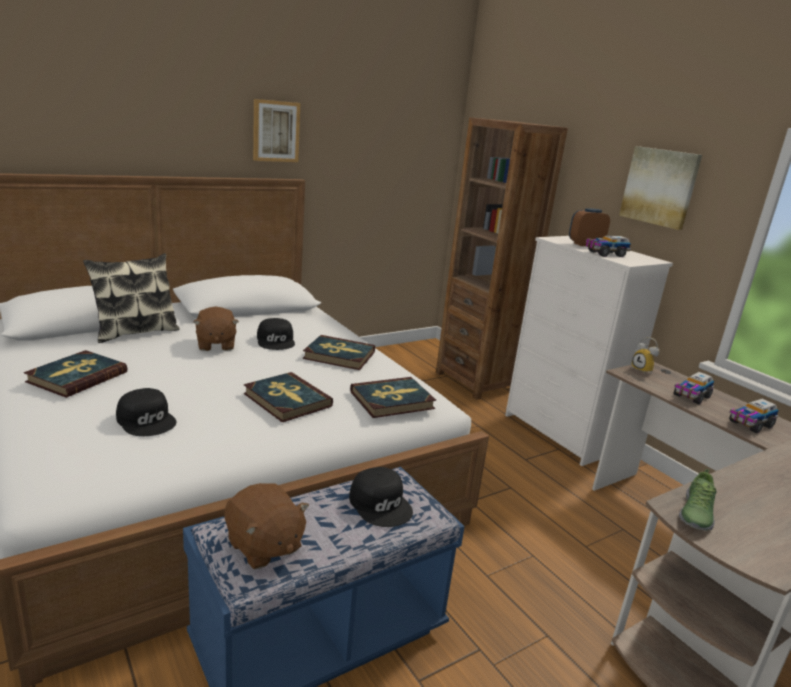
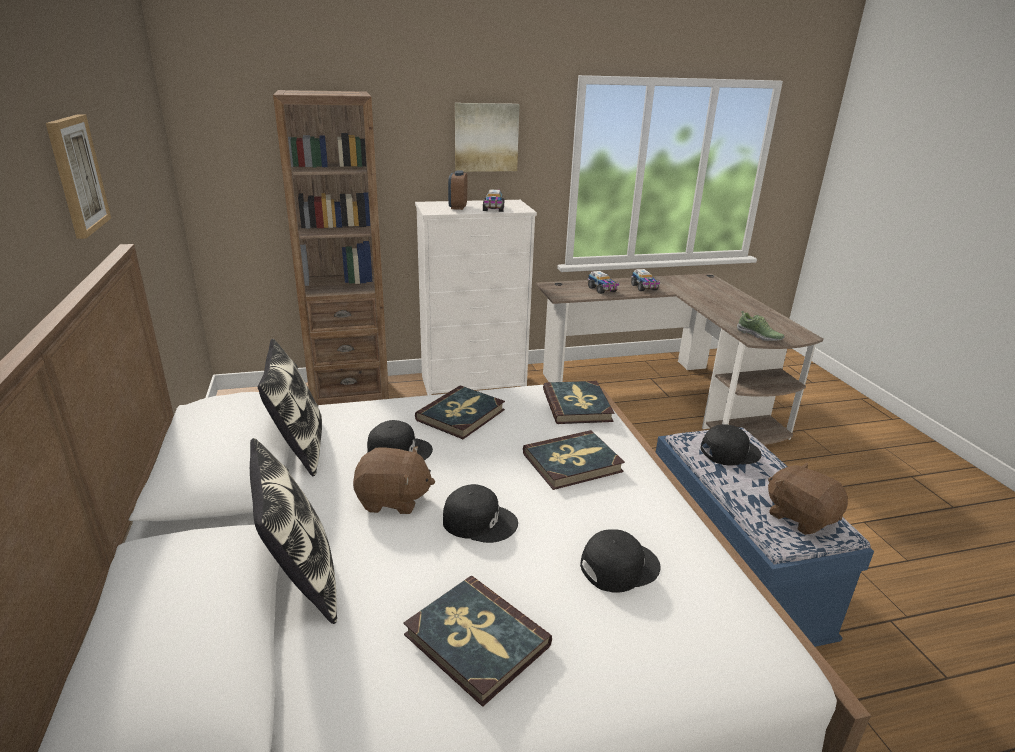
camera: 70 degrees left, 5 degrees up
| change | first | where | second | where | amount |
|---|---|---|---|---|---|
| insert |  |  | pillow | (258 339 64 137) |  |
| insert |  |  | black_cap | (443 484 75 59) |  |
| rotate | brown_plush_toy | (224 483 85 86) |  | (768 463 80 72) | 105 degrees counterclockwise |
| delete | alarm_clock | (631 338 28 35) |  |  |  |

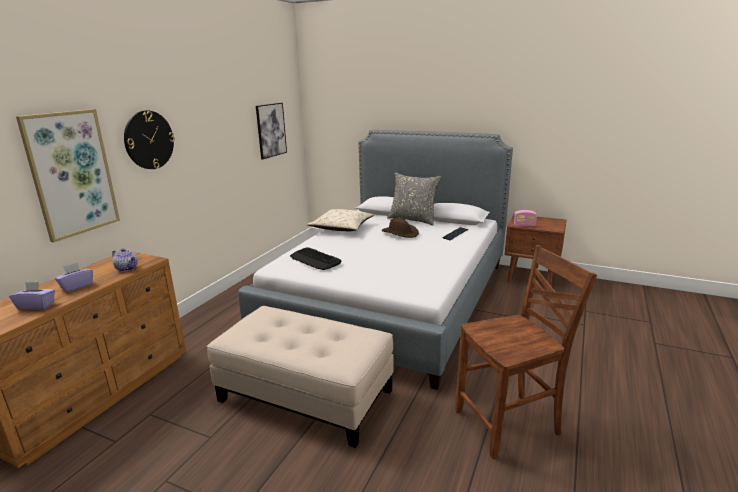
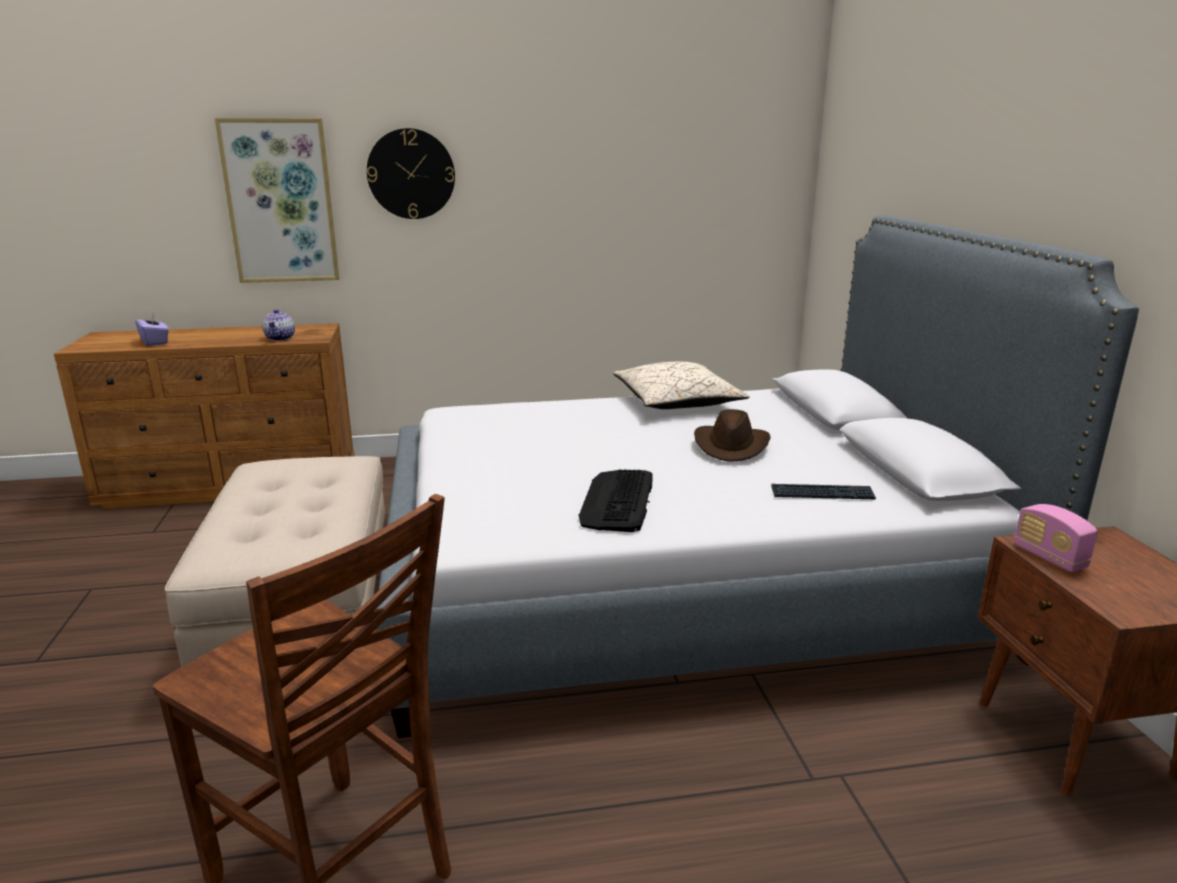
camera: 55 degrees right, 0 degrees up
| change | first | where | second | where | amount |
|---|---|---|---|---|---|
| move | keyboard | (290 247 51 23) |  | (578 469 75 63) |  |
| delete | purple_tissue_box | (55 262 38 30) |  |  |  |
| delete | picture | (256 103 31 56) |  |  |  |
| delete | grey_pillow | (387 172 54 54) |  |  |  |

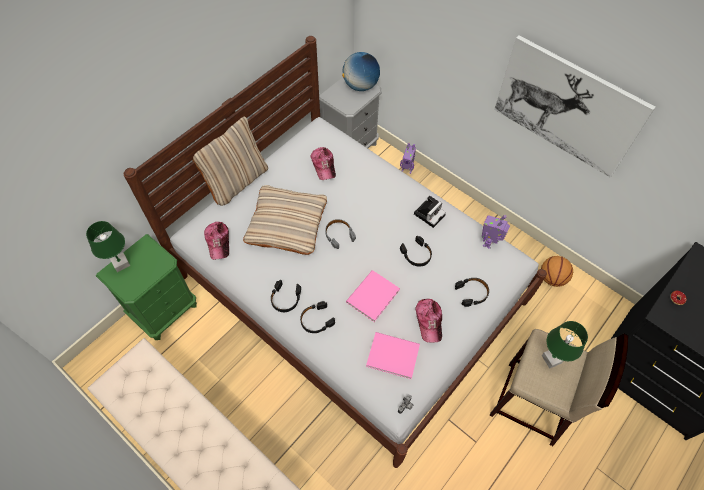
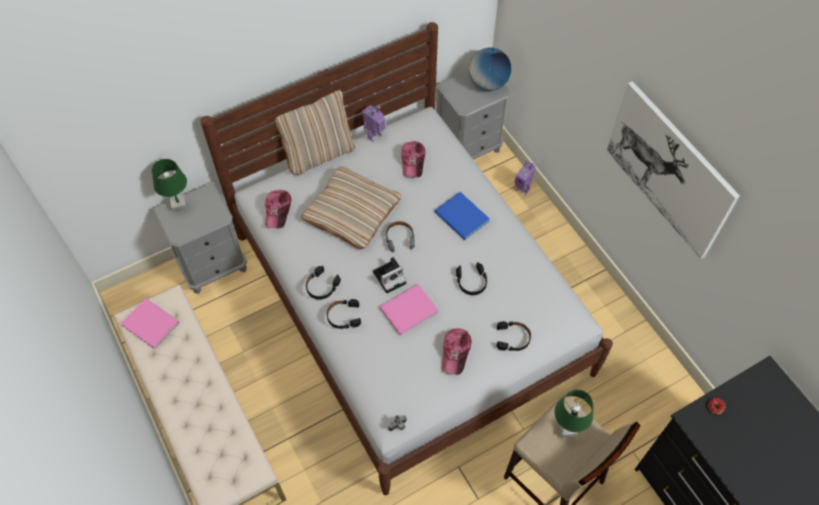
camera: 20 degrees right, 0 degrees up
| change | first | where | second | where | amount |
|---|---|---|---|---|---|
| move | pink_book | (366 332 54 47) |  | (121 298 58 51) |  |
| recolor | green_nightstand | (96 234 101 106) | grey_nightstand | (153 183 94 111) |  |
| move | toy_robot | (482 215 28 34) |  | (362 105 23 37) |  |
| move | photo_camera | (414 196 32 32) |  | (373 257 33 36) |  |
| insert |  |  | blue_book | (435 192 55 48) |  |
| delete | basketball | (541 256 32 31) |  |  |  |

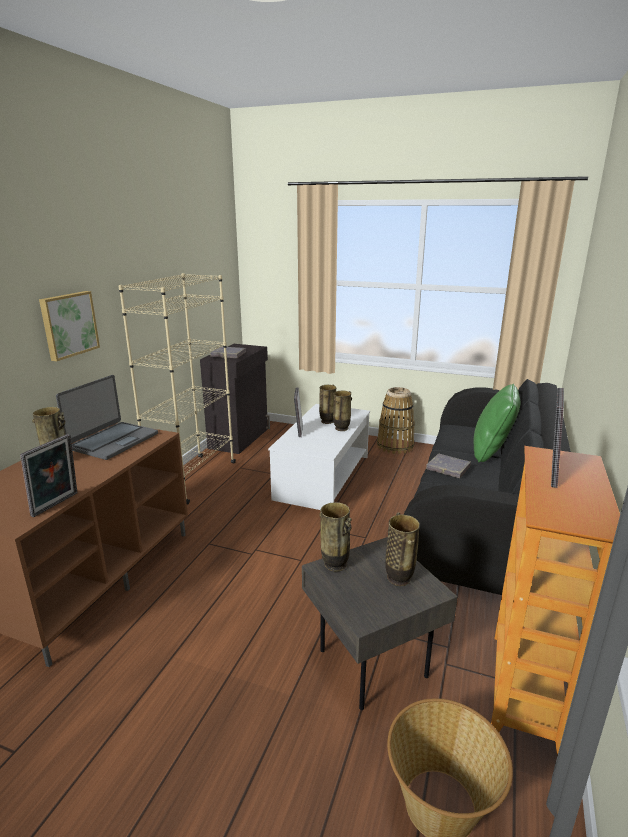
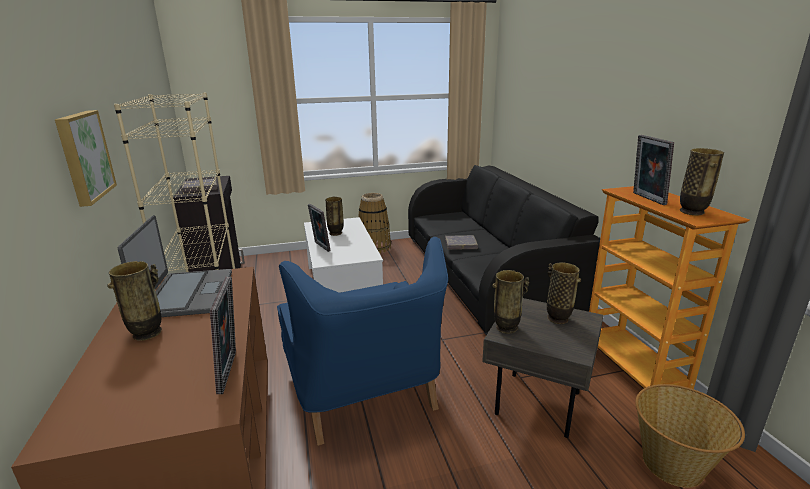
camera: 35 degrees left, 0 degrees up
| change | first | where | second | where | amount |
|---|---|---|---|---|---|
| insert |  |  | blue_armchair | (277 237 171 209) |  |
| move | vase | (333 391 19 40) |  | (680 148 44 68) |  |
| delete | green_pillow | (473 384 48 78) |  |  |  |

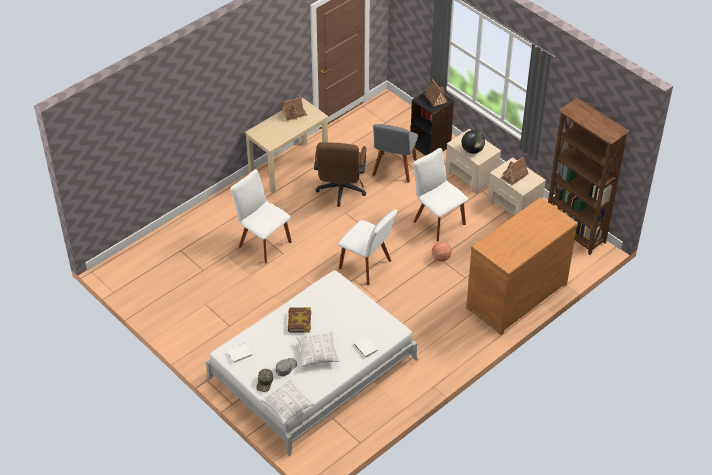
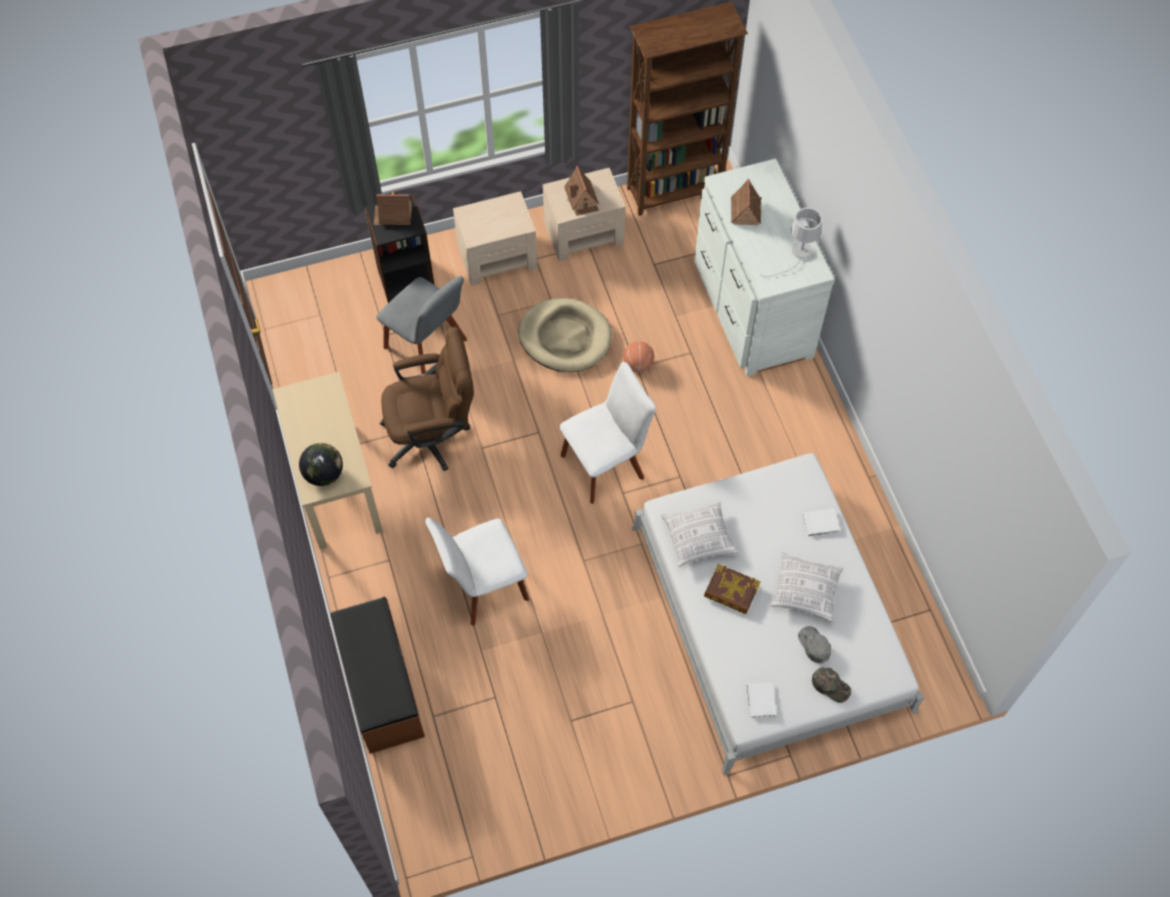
camera: 65 degrees left, 15 degrees up
| change | first | where | second | where | amount |
|---|---|---|---|---|---|
| move | globe | (462 130 23 24) |  | (299 443 44 43) |  |
| insert |  |  | brown_bench | (331 597 94 157) |  |
| rotate | brown_office_chair | (314 142 52 65) |  | (380 327 94 144) | 45 degrees counterclockwise |
| replace | white_chair | (413 148 55 94) | beige_dog_bed | (518 298 94 74) |  |
| move | pillow | (260 380 55 45) |  | (661 501 77 66) |  |
| recolor | brown_dresser | (466 197 112 138) | white_dresser | (694 159 141 217) |  |
| move | toy_house | (281 97 26 24) |  | (731 179 30 46) |  |
| insert |  |  | white_table_lamp | (760 207 63 70) |  |

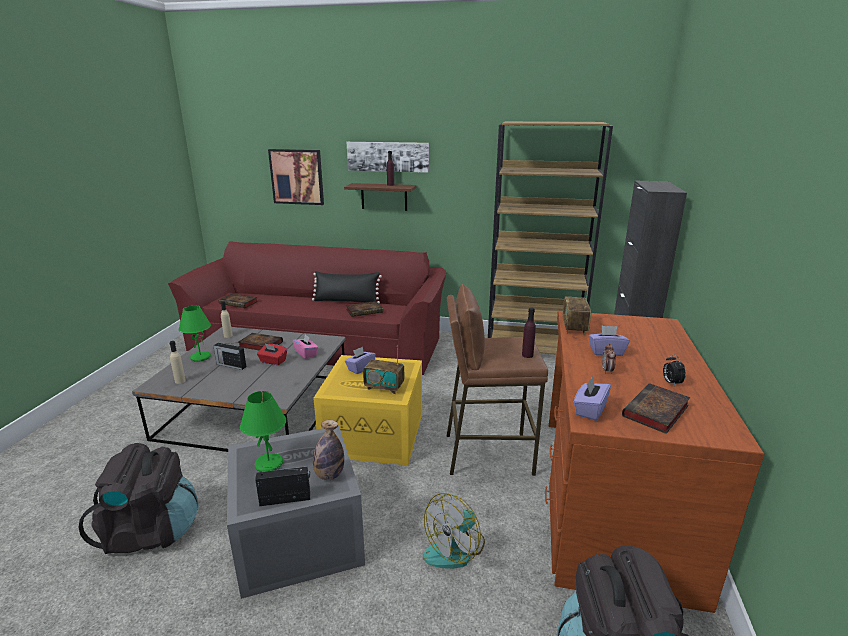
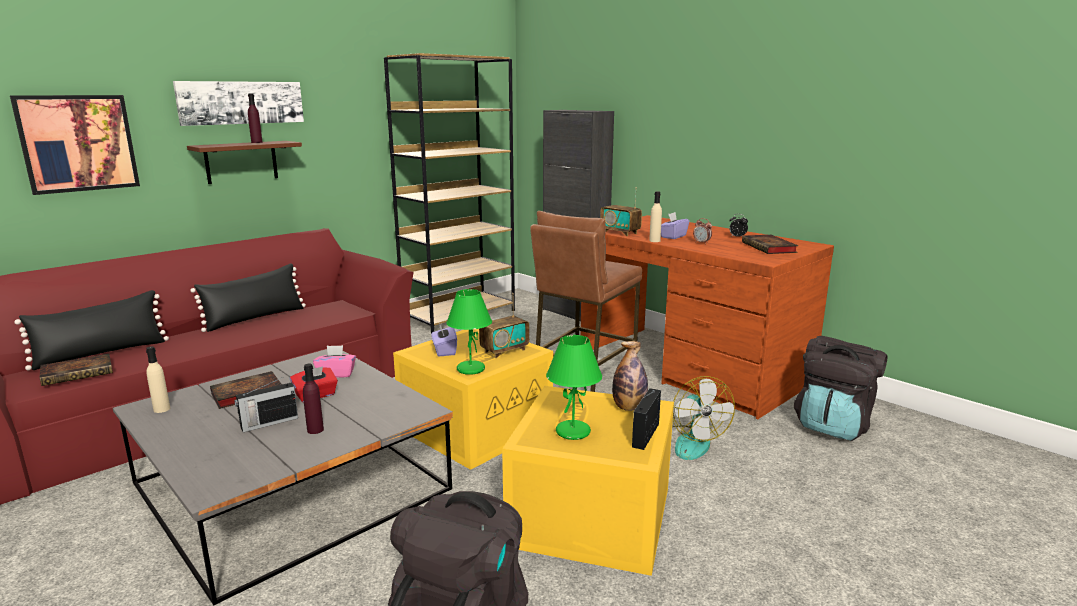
camera: 55 degrees left, 5 degrees down
| change | first | where | second | where | amount |
|---|---|---|---|---|---|
| insert |  |  | black_pillow | (14 290 155 80) |  |
| move | purple_bottle | (522 308 14 50) |  | (303 364 21 70) |  |
| move | green_table_lamp | (179 305 32 57) |  | (446 289 46 86) |  |
| recolor | grey_storage_box | (227 425 138 174) | yellow_storage_box | (502 386 172 190) |  |
| move | beige_bottle | (169 341 17 43) |  | (649 191 13 51) |  |
| delete | book | (346 301 37 16) |  |  |  |
| delete | purple_tissue_box | (573 376 38 45) |  |  |  |

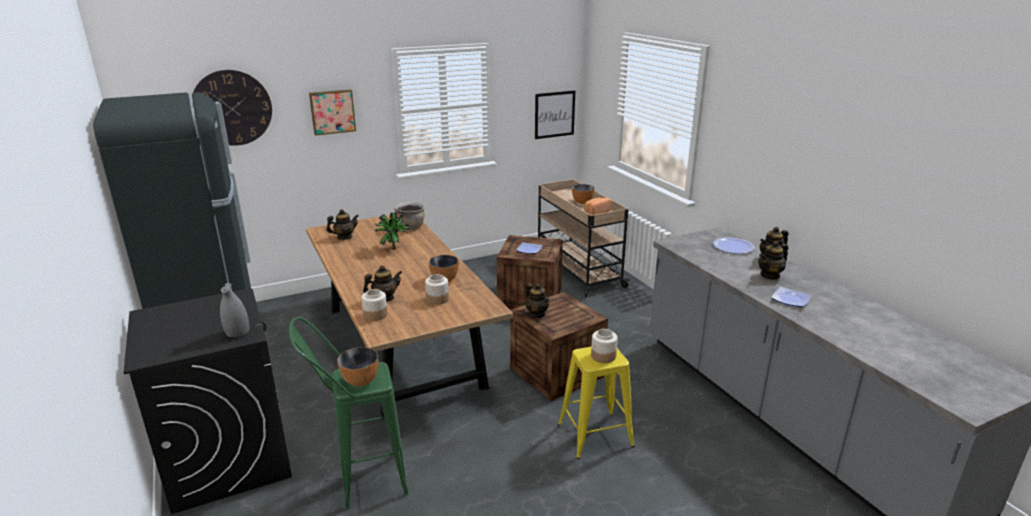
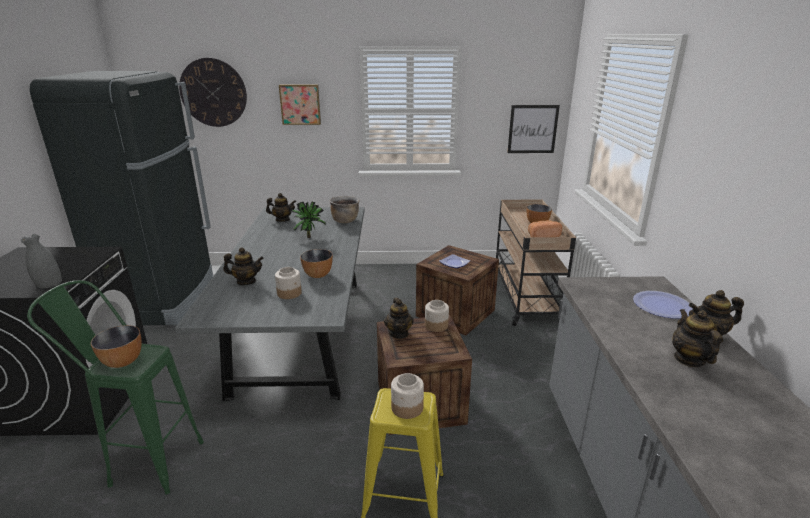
camera: 25 degrees right, 0 degrees up
| change | first | where | second | where | amount |
|---|---|---|---|---|---|
| recolor | brown_dining_table | (306 215 207 204) | grey_dining_table | (175 207 190 194) |  |
| move | jar | (362 289 26 32) |  | (425 300 24 32) |  |
| rotate | teapot | (758 241 30 39) |  | (672 309 50 58) | 90 degrees clockwise |
| delete | plate | (771 287 40 20) |  |  |  |

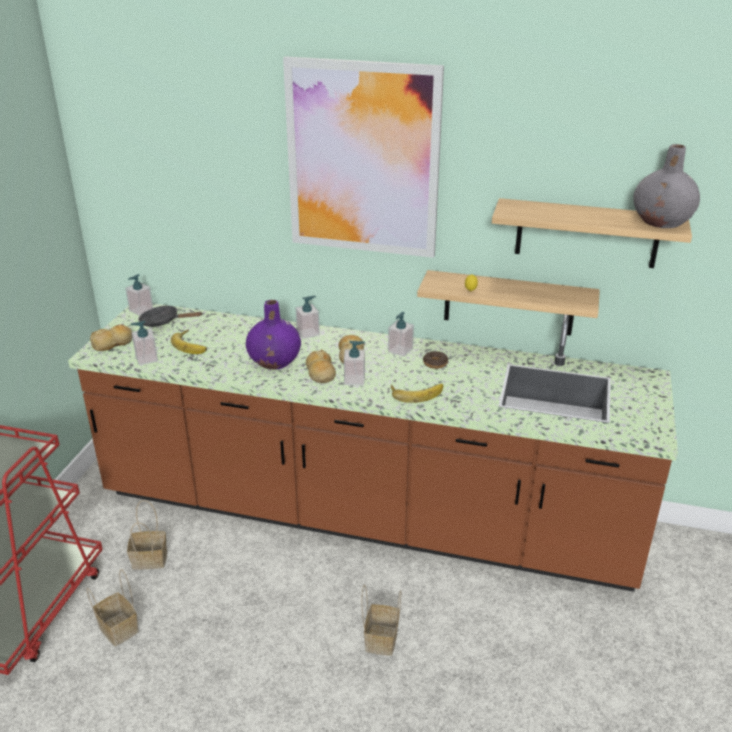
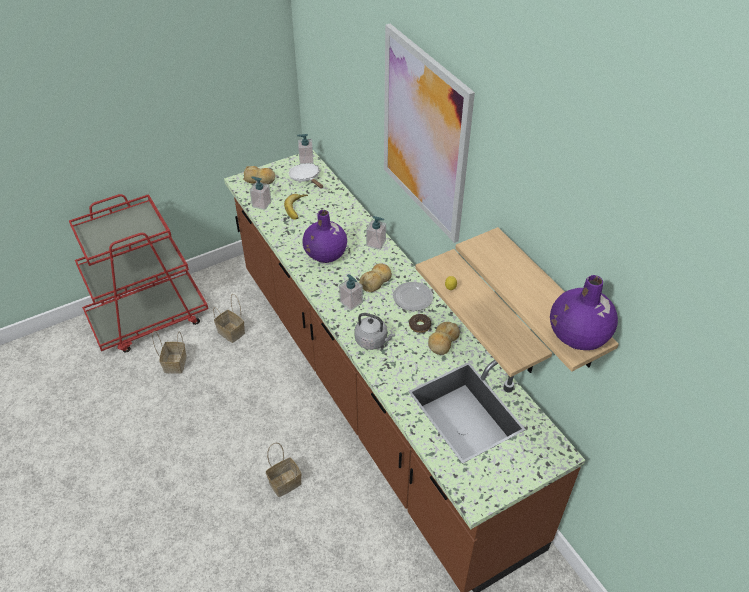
camera: 45 degrees right, 15 degrees up
| change | first | where | second | where | amount |
|---|---|---|---|---|---|
| recolor | black_frying_pan | (139 305 63 22) | white_frying_pan | (289 163 34 26) |  |
| replace | banana | (391 384 52 19) | grey_kettle | (354 313 41 37) |  |
| replace | soap_dispenser | (388 312 26 45) | plate | (393 282 40 29) |  |
| move | bread | (306 349 30 34) |  | (428 322 32 33) |  |
| recolor | grey_vase | (633 144 67 84) | purple_vase | (550 275 68 75) |  |

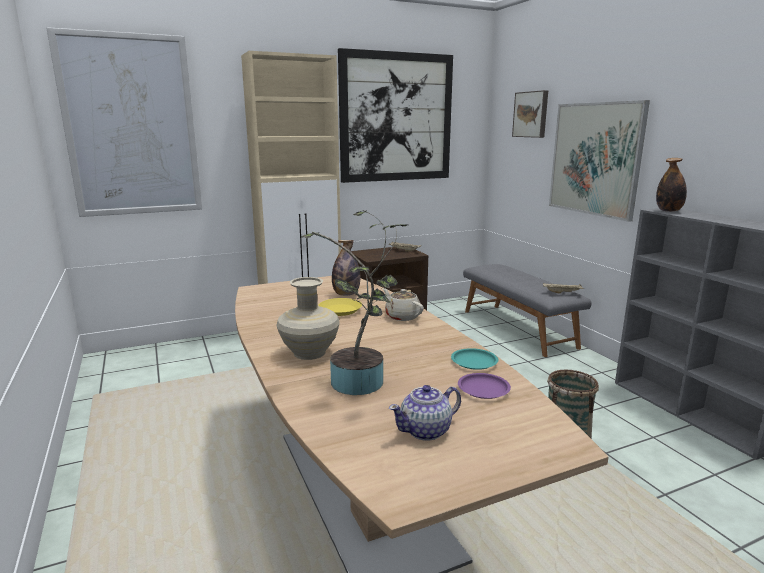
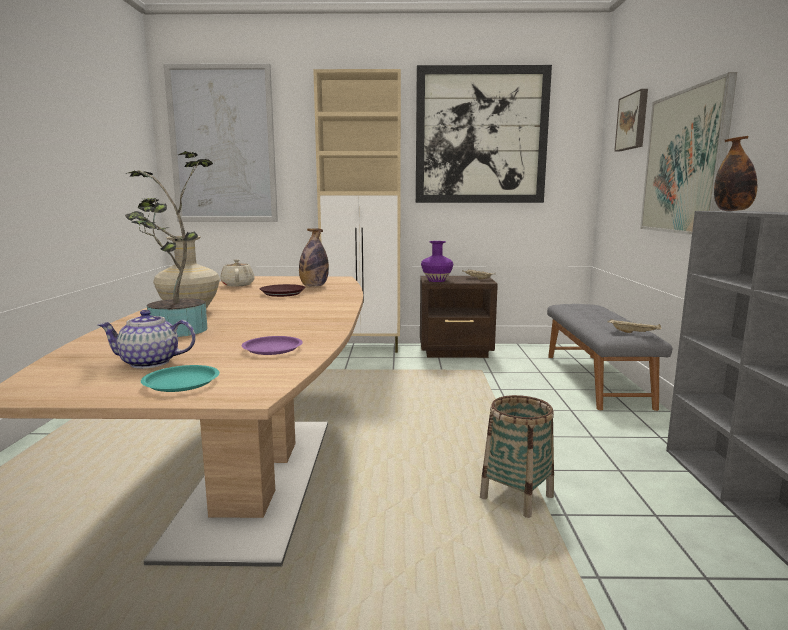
camera: 25 degrees right, 5 degrees down
| change | first | where | second | where | amount |
|---|---|---|---|---|---|
| move | turquoise_plate | (451 348 47 22) |  | (141 365 78 27) |  |
| move | beige_teapot | (383 288 41 33) |  | (220 259 35 28) |  |
| recolor | yellow_plate | (318 298 44 18) | brown_plate | (260 284 45 13) |  |
| insert |  |  | purple_vase | (421 241 32 41) |  |

